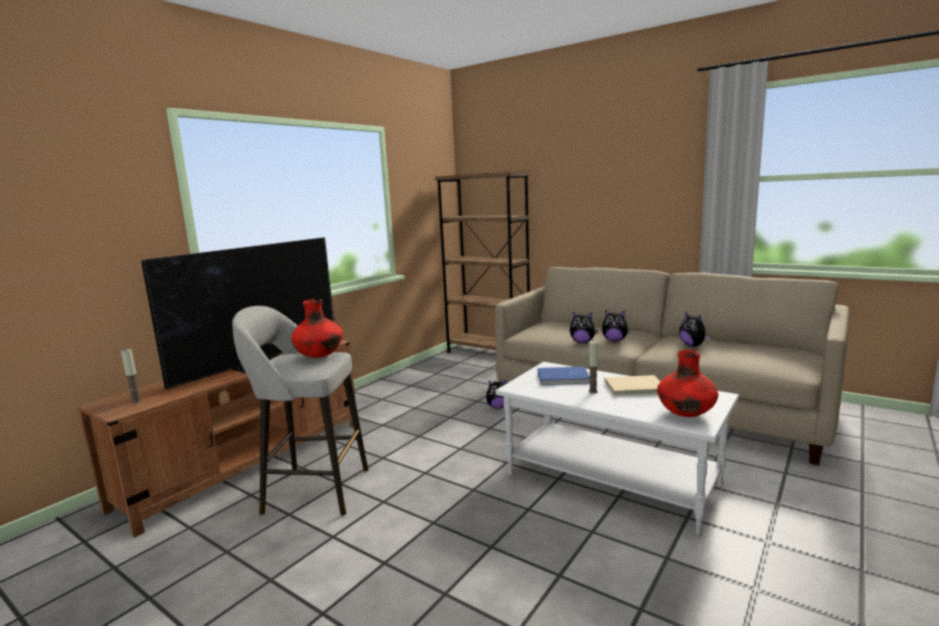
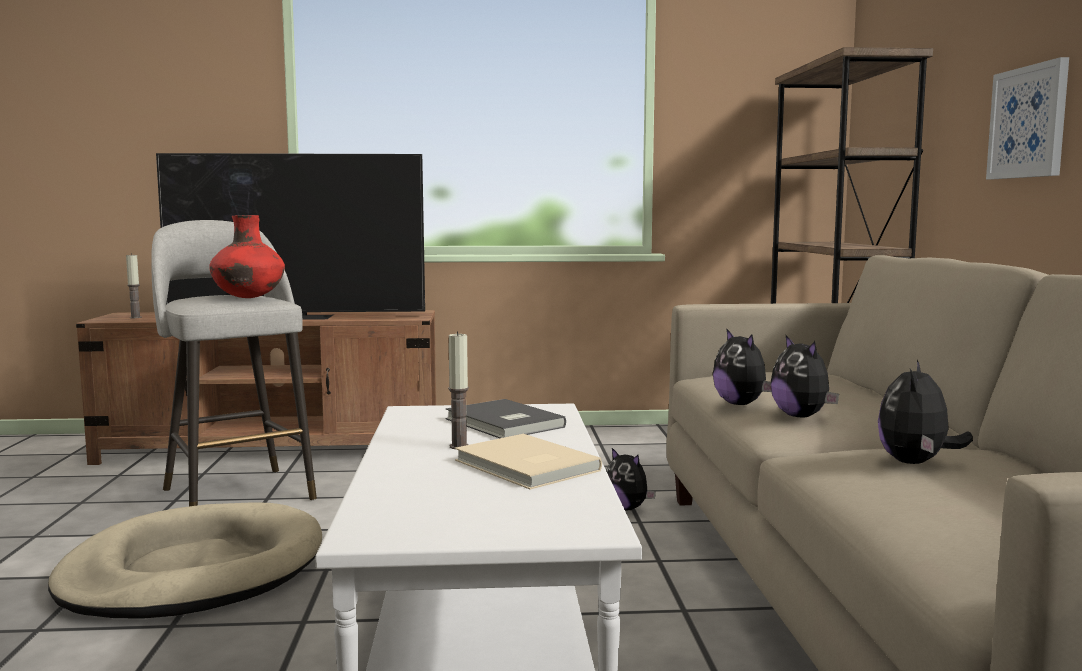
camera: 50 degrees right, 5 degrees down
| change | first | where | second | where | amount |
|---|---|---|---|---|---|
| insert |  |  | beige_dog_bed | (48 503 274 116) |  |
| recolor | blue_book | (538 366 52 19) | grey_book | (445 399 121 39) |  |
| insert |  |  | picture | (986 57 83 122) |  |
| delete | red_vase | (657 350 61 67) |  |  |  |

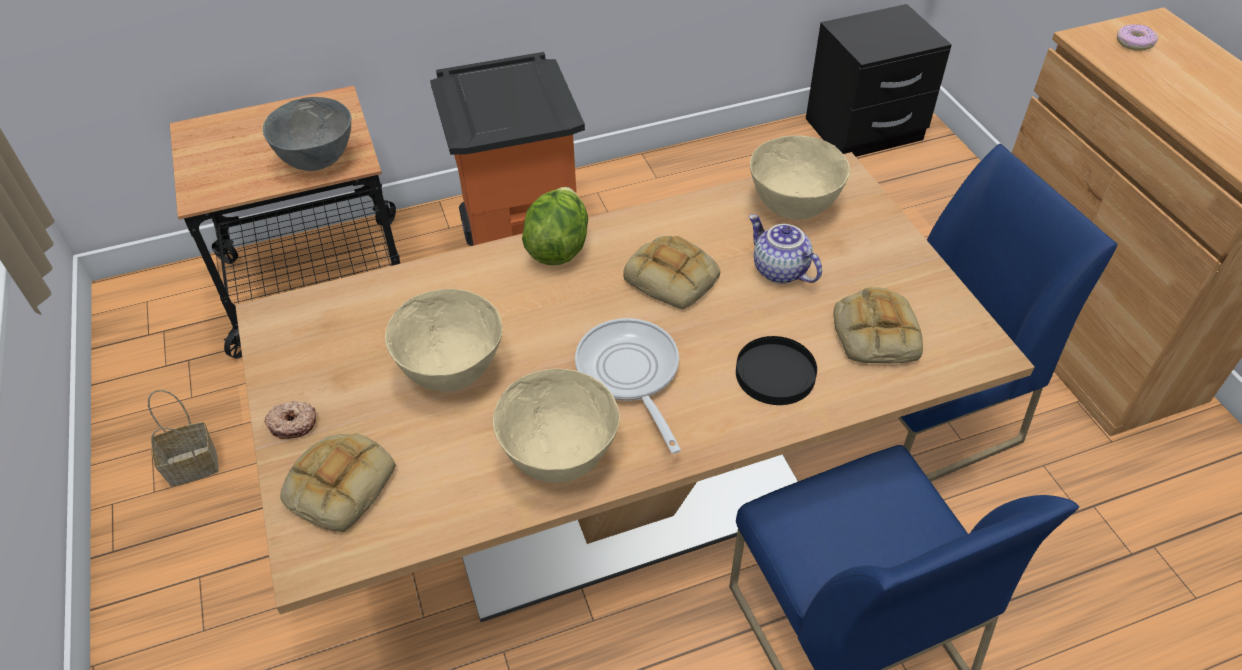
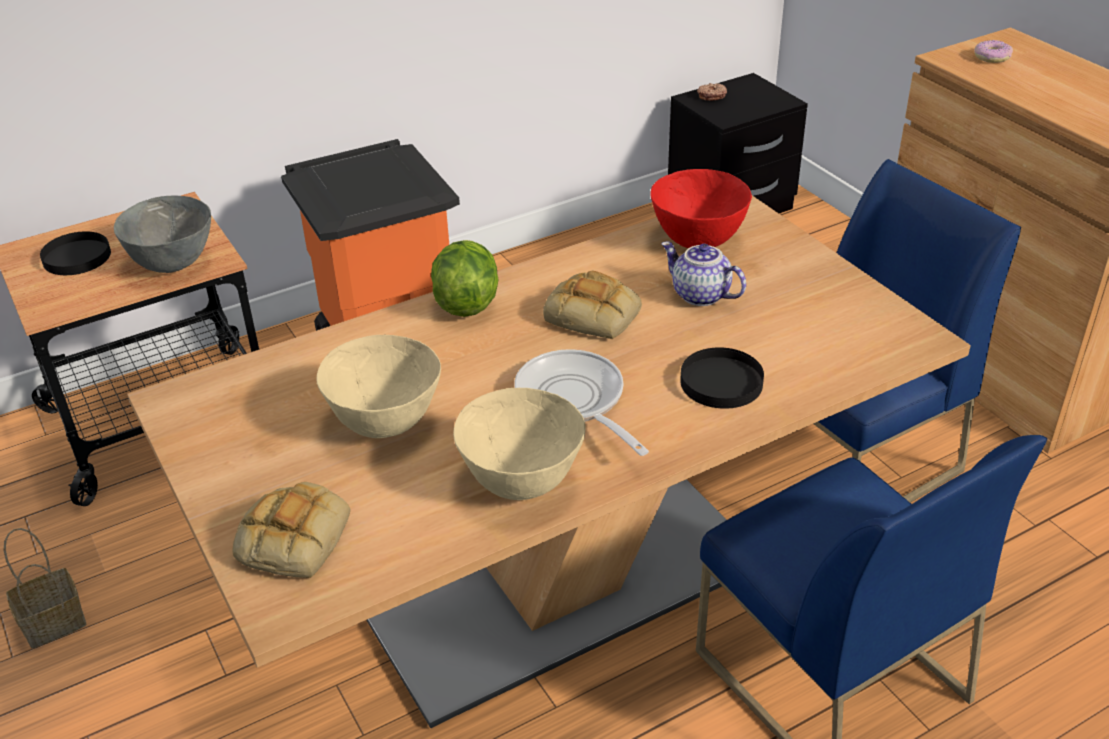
camera: 10 degrees left, 10 degrees down
| change | first | where | second | where | amount |
|---|---|---|---|---|---|
| insert |  |  | black_plate | (40 231 71 44) |  |
| recolor | beige_bowl | (750 135 100 85) | red_bowl | (650 169 102 79) |  |
| move | donut | (264 401 52 38) |  | (697 83 30 18) |  |
| delete | bread | (834 287 89 77) |  |  |  |

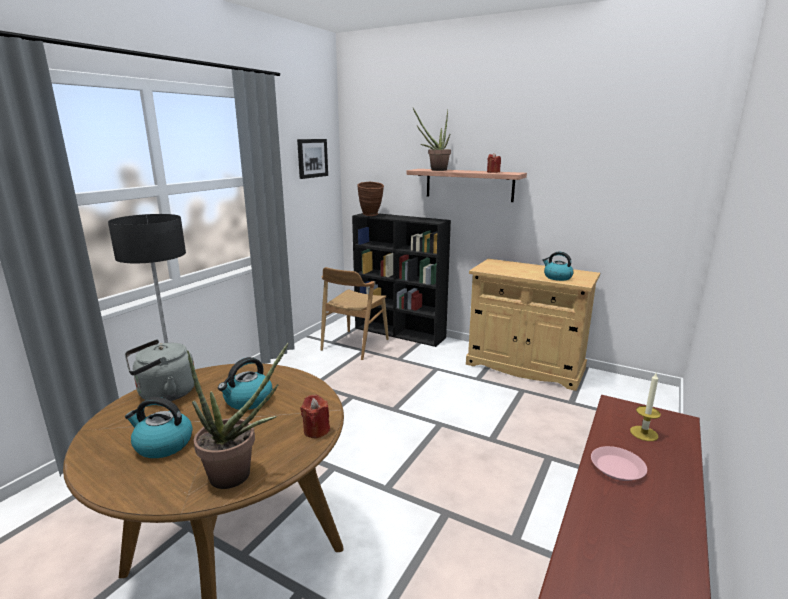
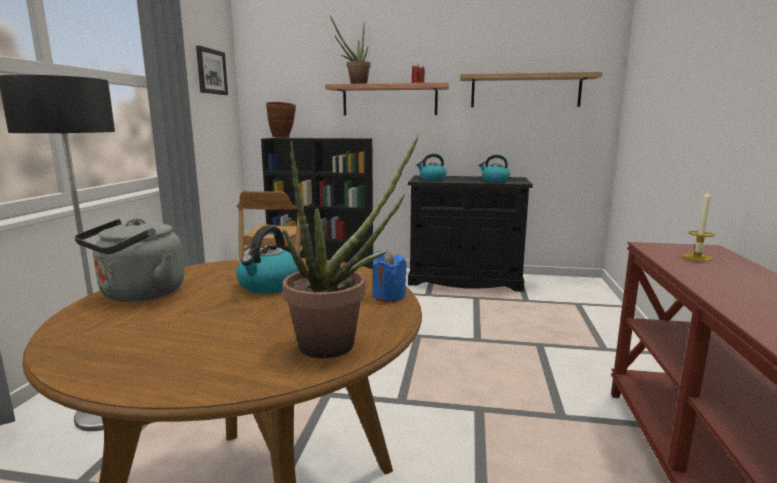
camera: 20 degrees left, 5 degrees down
| change | first | where | second | where | amount |
|---|---|---|---|---|---|
| recolor | red_candle | (300 395 30 43) | blue_candle | (372 250 34 52) |  |
| recolor | beige_cabinet | (466 259 134 132) | black_cabinet | (408 175 125 117) |  |
| move | kettle | (125 397 68 61) |  | (416 154 30 27) |  |
| insert |  |  | shelf | (460 72 143 35) |  |
| delete | pink_plate | (591 446 56 35) |  |  |  |

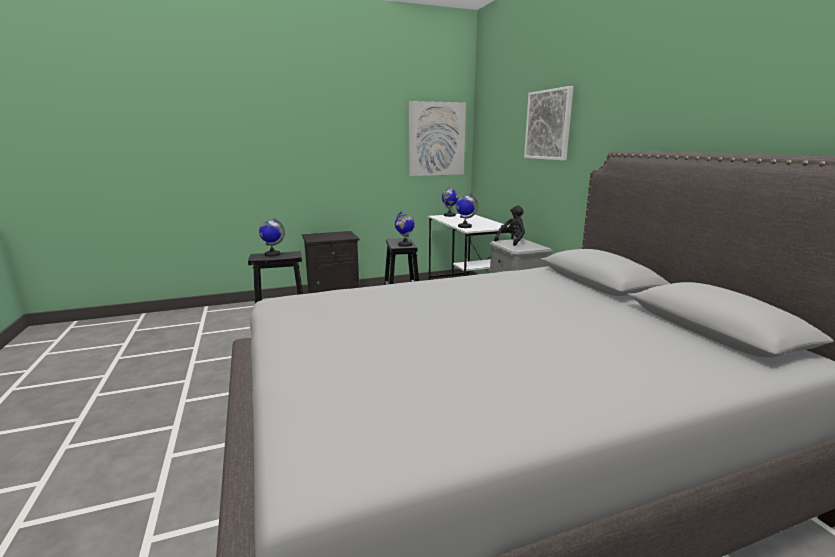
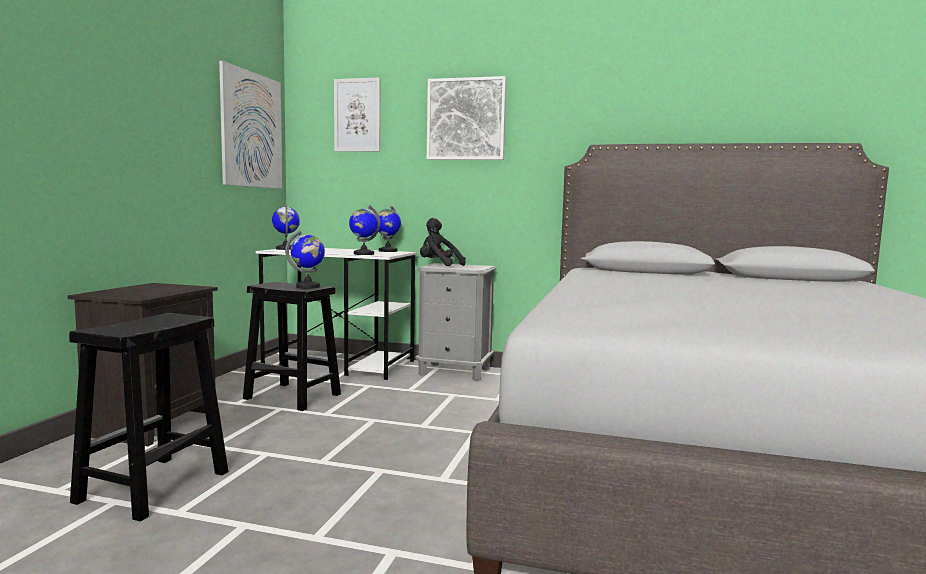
camera: 55 degrees left, 10 degrees down
| change | first | where | second | where | amount |
|---|---|---|---|---|---|
| insert |  |  | picture | (334 77 46 75) |  |
| move | globe | (259 218 26 39) |  | (378 206 23 46) |  |
| rotate | black_plush_toy | (494 205 31 41) |  | (420 218 46 48) | 45 degrees counterclockwise |

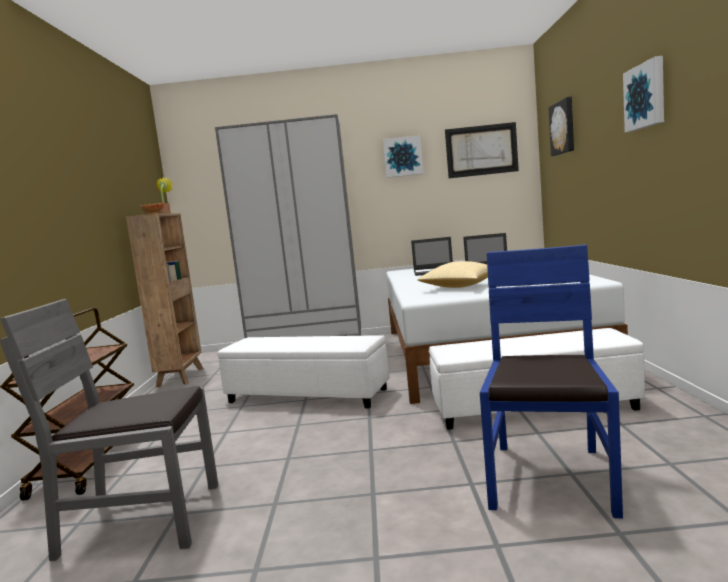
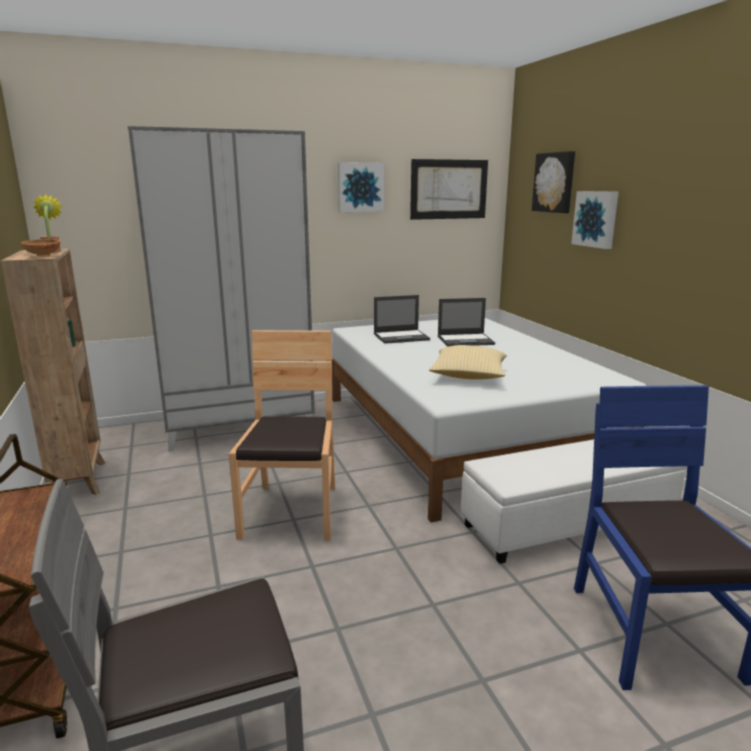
camera: 20 degrees left, 10 degrees up
| change | first | where | second | where | amount |
|---|---|---|---|---|---|
| replace | white_ottoman | (218 335 171 73) | brown_chair | (229 330 106 211) |  |
| move | picture | (623 56 41 77) |  | (571 191 48 58) |  |

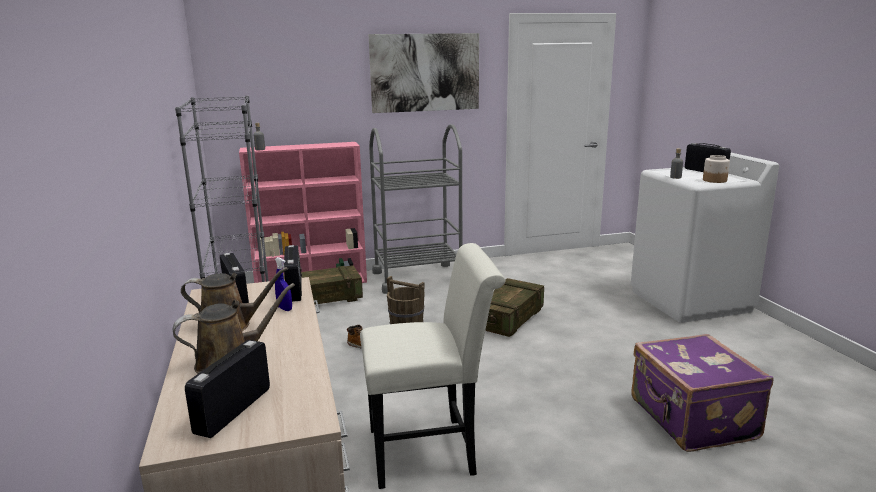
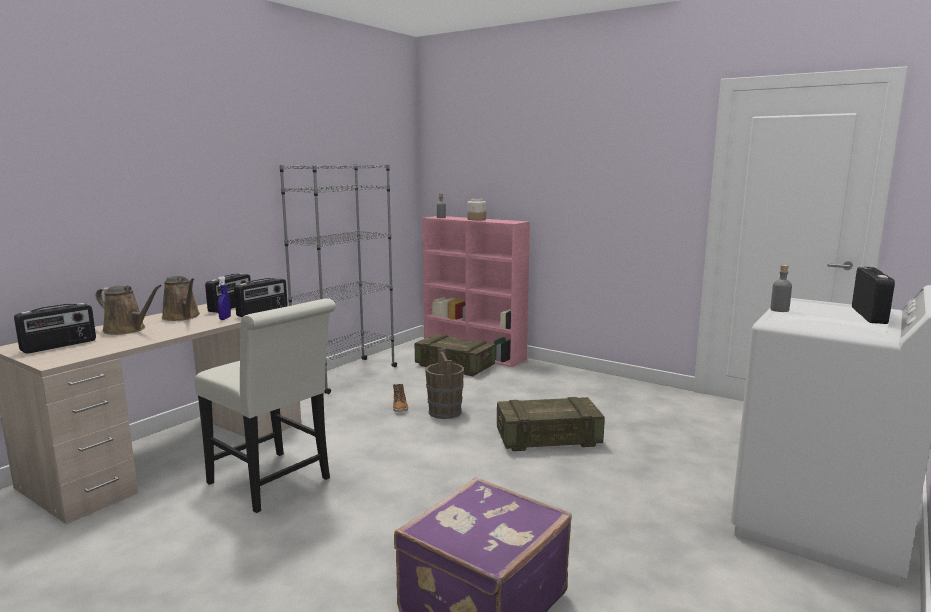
camera: 50 degrees right, 5 degrees down
| change | first | where | second | where | amount |
|---|---|---|---|---|---|
| rotate | radio | (185 340 85 98) |  | (14 303 82 51) | 150 degrees clockwise |
| move | jar | (703 155 27 28) |  | (467 198 19 22) |  |
| delete | picture | (368 33 111 80) |  |  |  |
| delete | grey_cart | (369 124 93 170) |  |  |  |

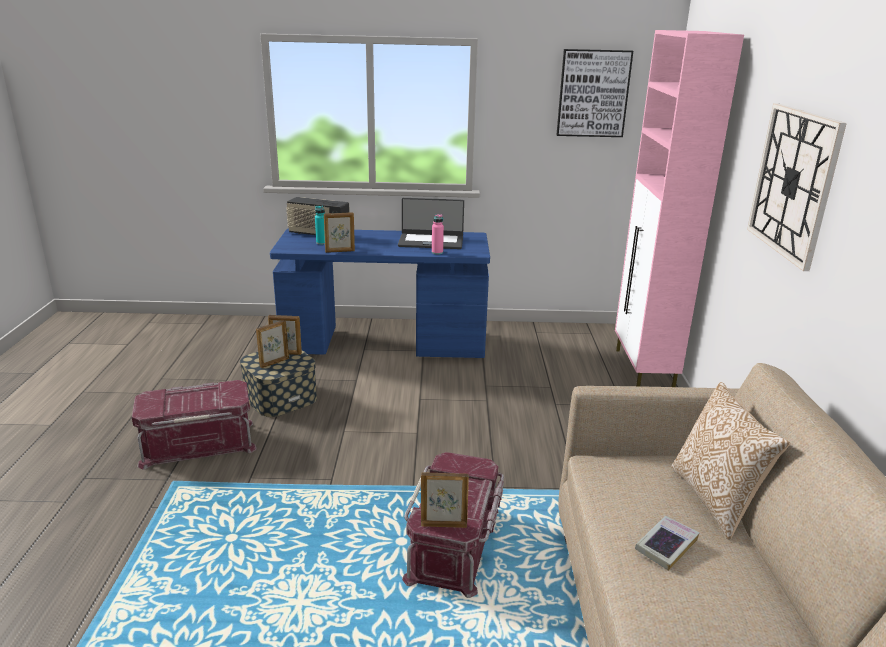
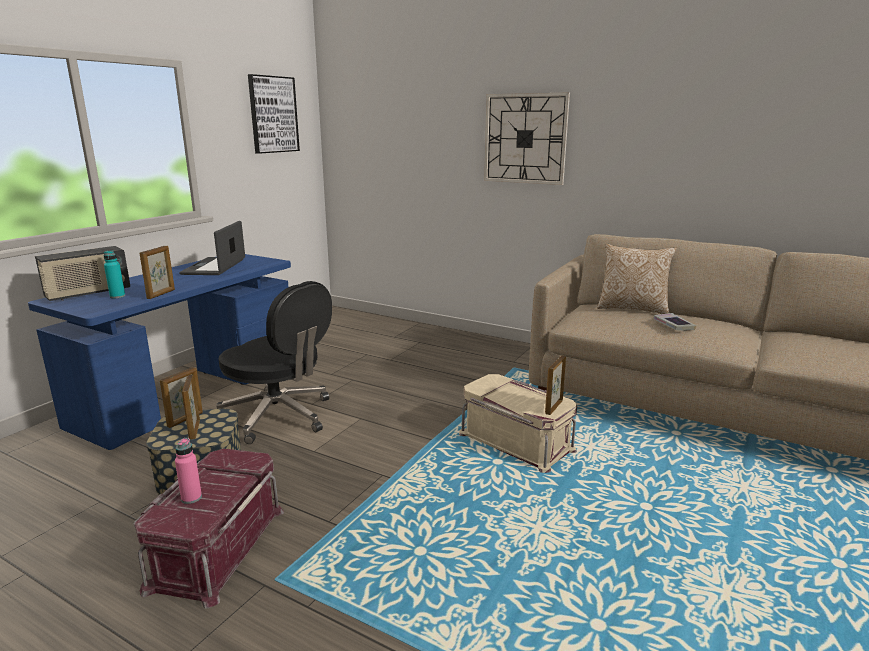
camera: 60 degrees left, 5 degrees down
| change | first | where | second | where | amount |
|---|---|---|---|---|---|
| move | pink_bottle | (432 214 12 41) |  | (175 438 27 66) |  |
| rotate | laptop | (398 198 66 51) |  | (179 221 66 54) | 150 degrees clockwise |
| insert |  |  | black_office_chair | (216 281 116 163) |  |
| recolor | red_storage_box | (402 452 102 146) | beige_storage_box | (459 374 118 99) |  |
| delete | pink_cabinet | (615 30 129 357) |  |  |  |

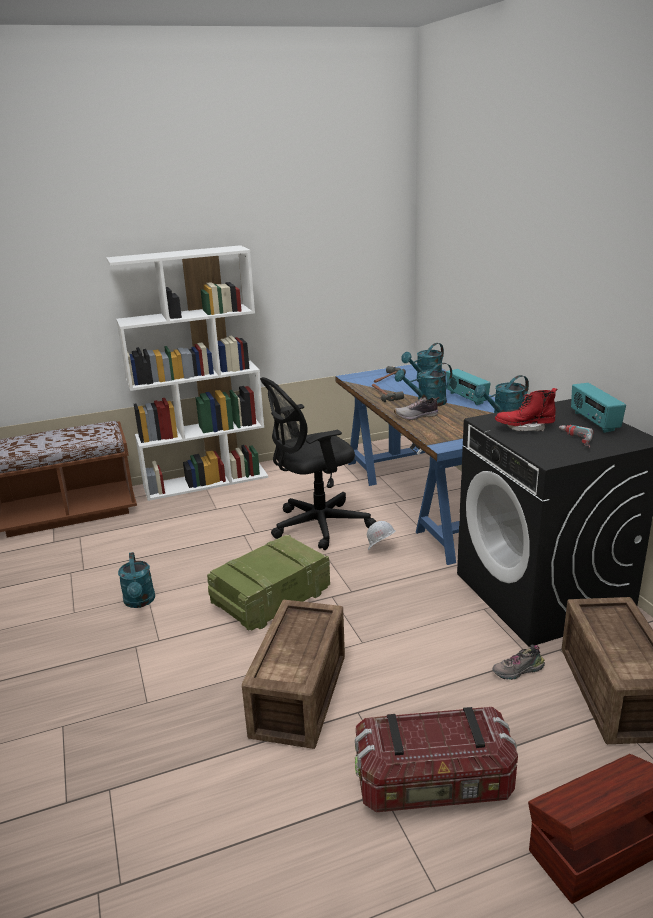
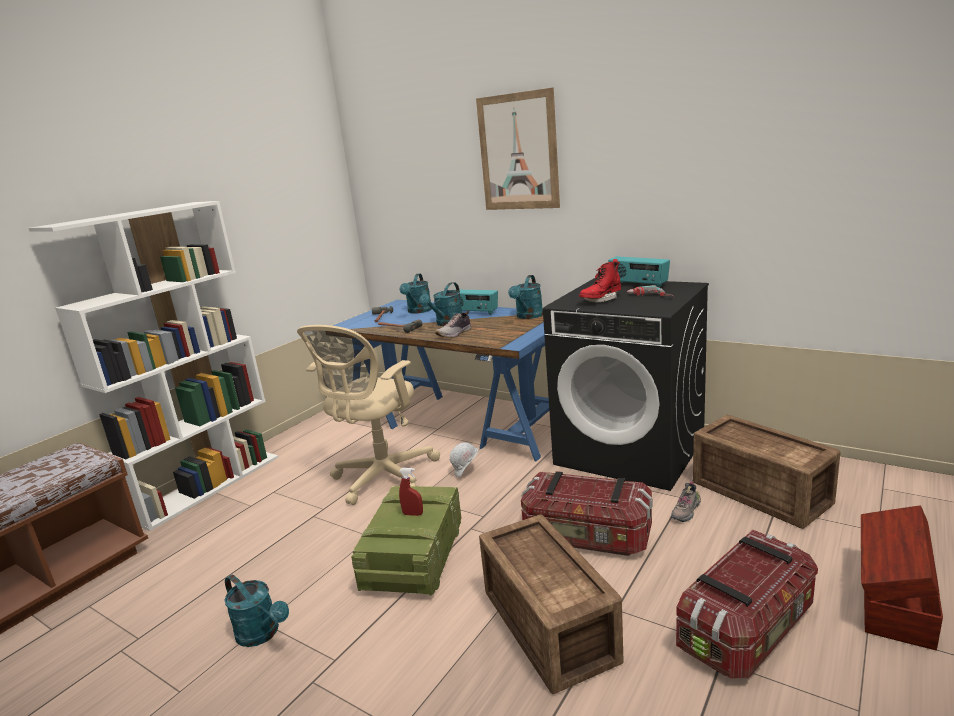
camera: 35 degrees left, 5 degrees down
| change | first | where | second | where | amount |
|---|---|---|---|---|---|
| recolor | black_office_chair | (260 377 116 173) | beige_office_chair | (297 325 143 180) |  |
| insert |  |  | red_spray_bottle | (399 468 24 48) |  |
| insert |  |  | picture | (476 88 84 122) |  |
| insert |  |  | storage_box | (521 471 132 85) |  |

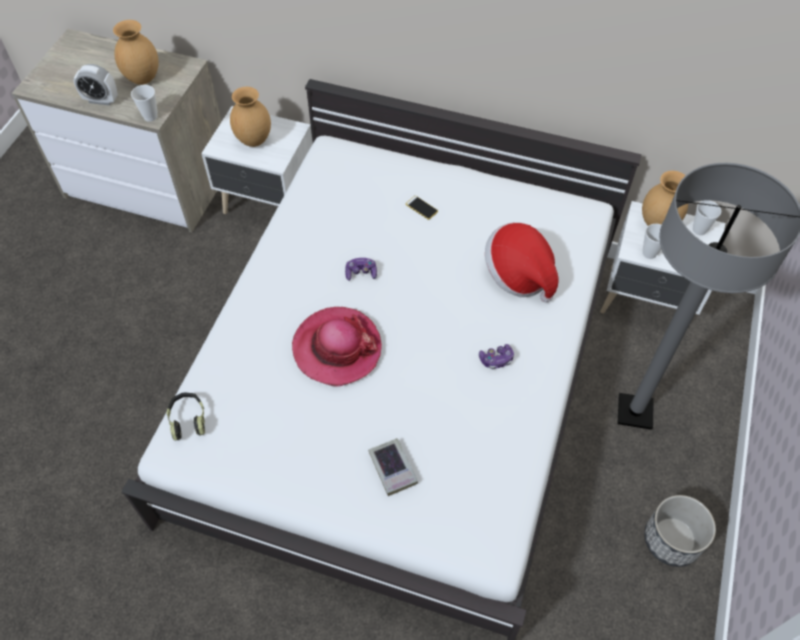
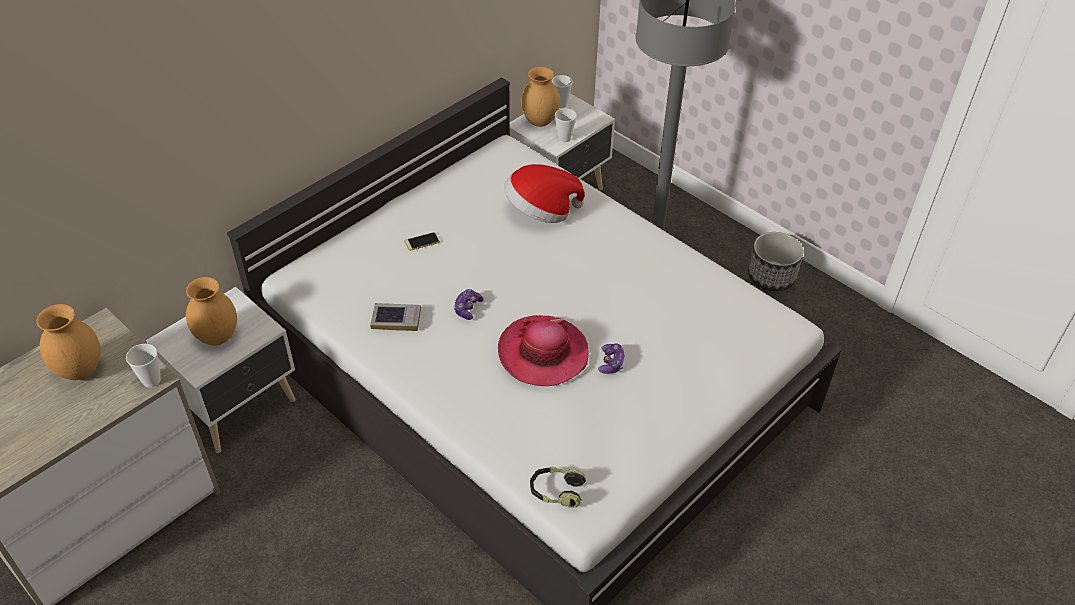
camera: 65 degrees left, 10 degrees down
| change | first | where | second | where | amount |
|---|---|---|---|---|---|
| move | book | (368 438 50 58) |  | (370 303 51 28) |  |
| move | game_controller | (479 344 35 25) |  | (598 343 27 31) |  |
| delete | alarm_clock | (73 64 45 42) |  |  |  |

